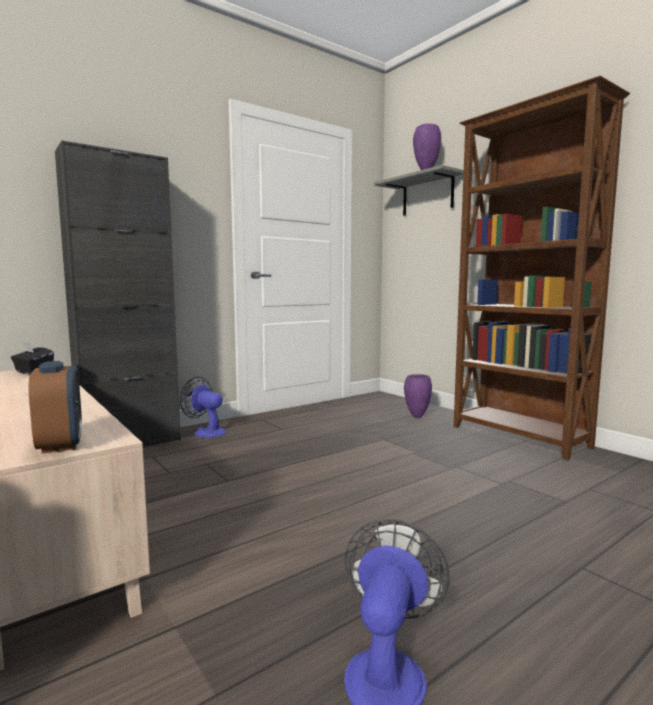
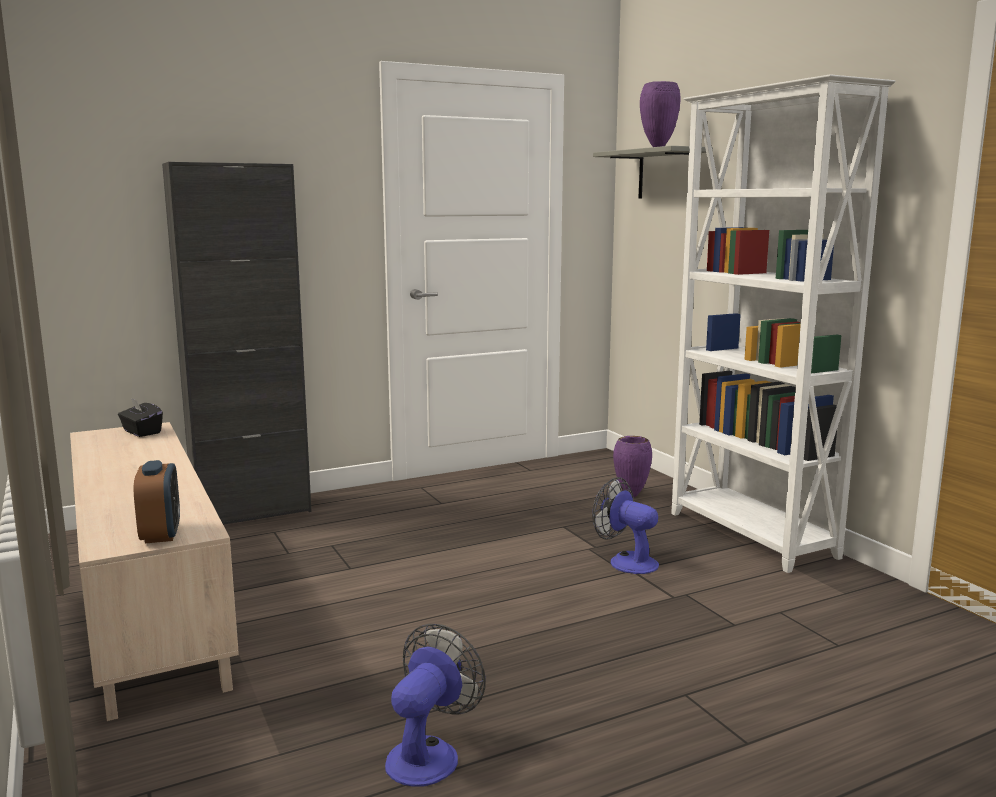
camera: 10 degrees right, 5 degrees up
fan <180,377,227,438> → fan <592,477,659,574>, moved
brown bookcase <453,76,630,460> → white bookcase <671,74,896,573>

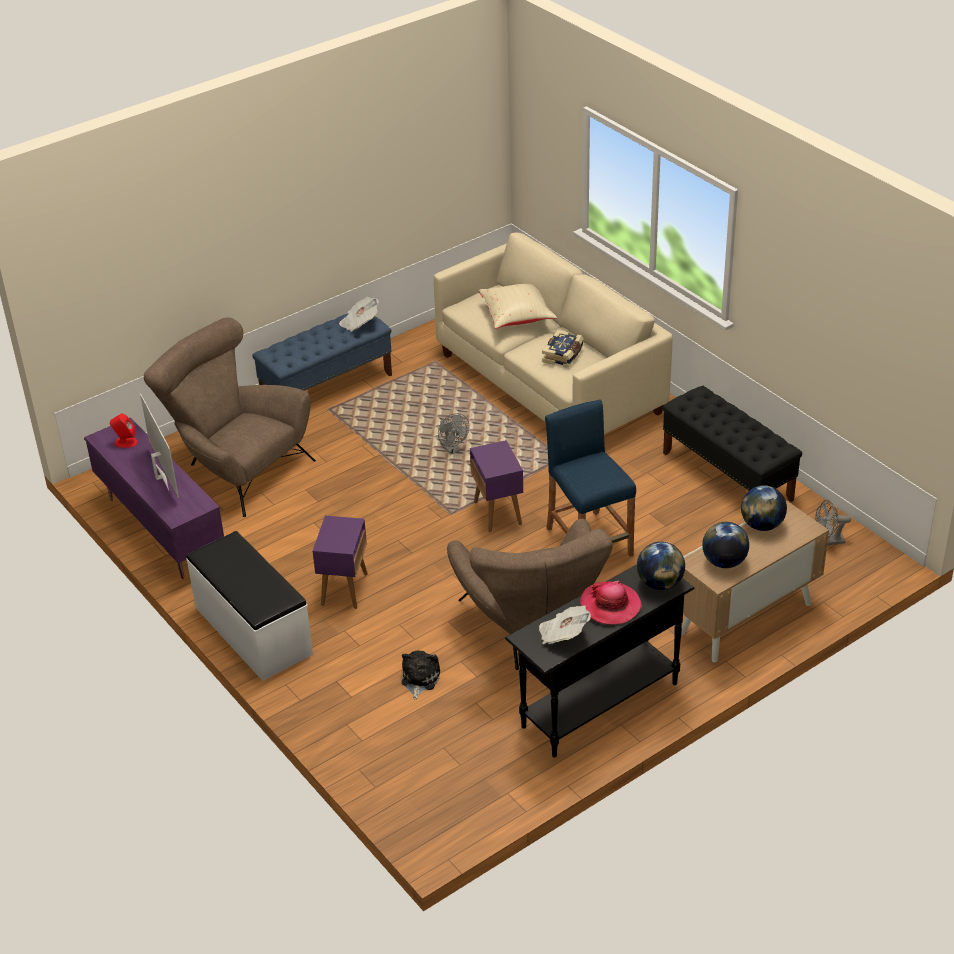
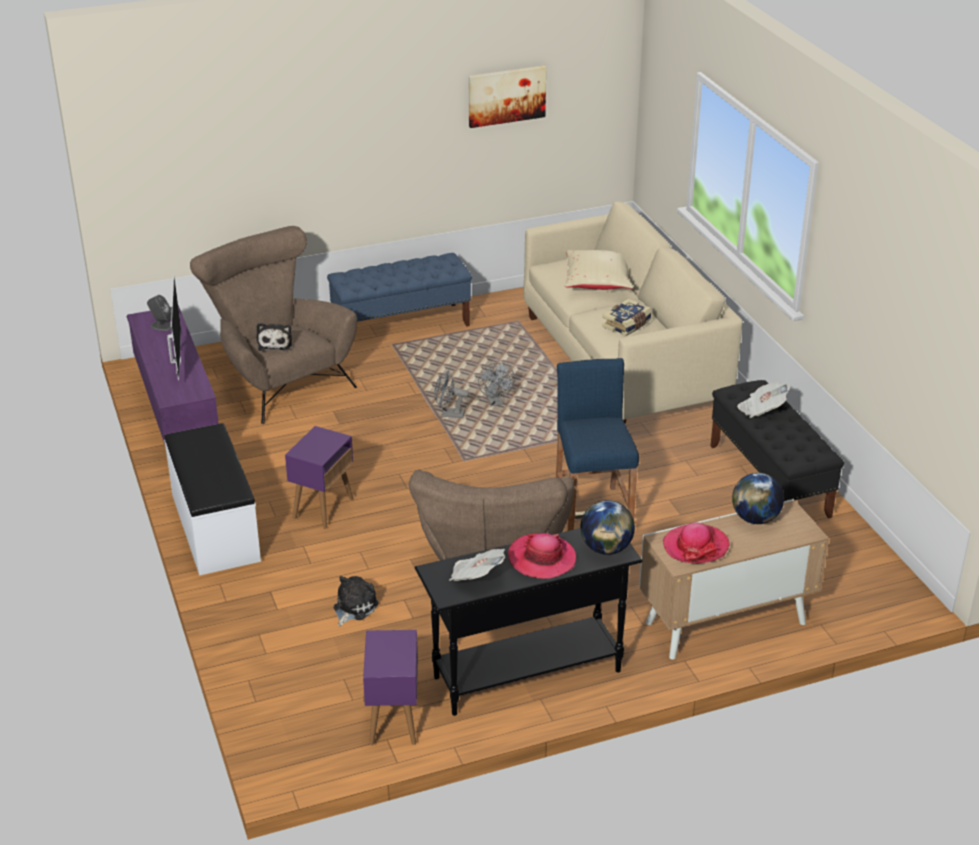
camera: 15 degrees right, 5 degrees down
red speaker <110,414,138,448> → grey speaker <147,295,171,331>
- → plush toy <257,323,292,351>
purple side table <470,440,523,532> → purple side table <363,630,418,745>, moved
grey fan <815,500,851,546> → grey fan <434,371,469,418>, moved
- → picture <469,66,546,128>
globe <702,522,749,568> → hat <663,522,730,564>
newspaper <339,297,379,332> → newspaper <737,381,790,418>, moved

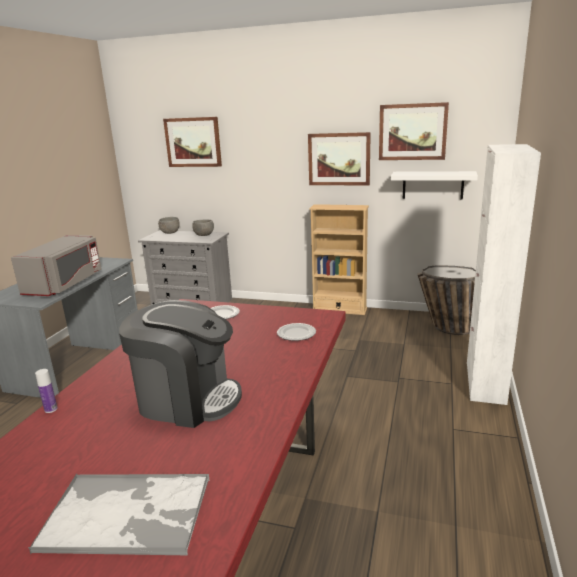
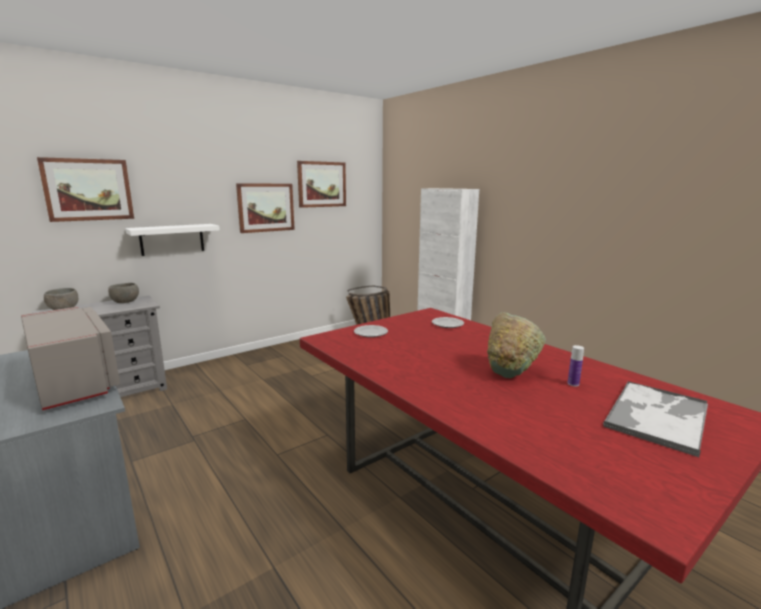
camera: 55 degrees left, 5 degrees down
white shelf <391,171,478,199> → white shelf <125,224,220,256>, moved
coffee machine <119,300,242,428> → green bowl <487,312,546,378>
bottle <35,369,57,413> → bottle <568,345,584,387>, moved
beige bookcase <309,204,369,315> → -

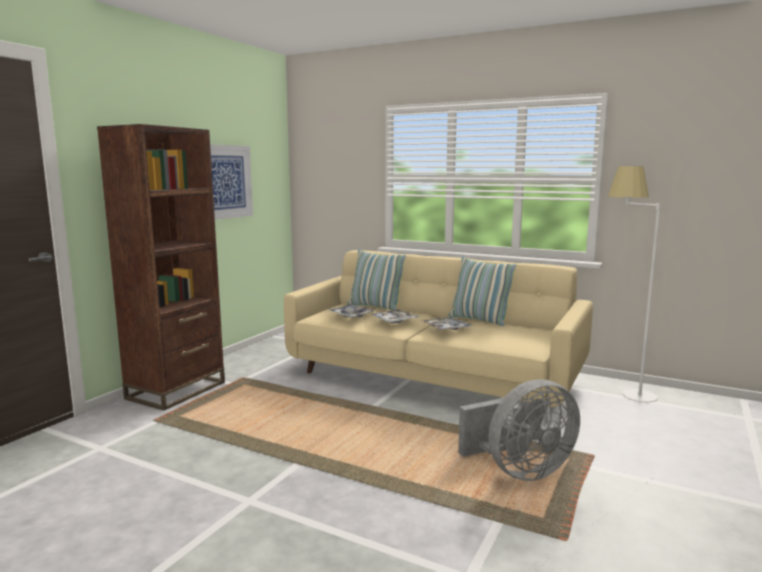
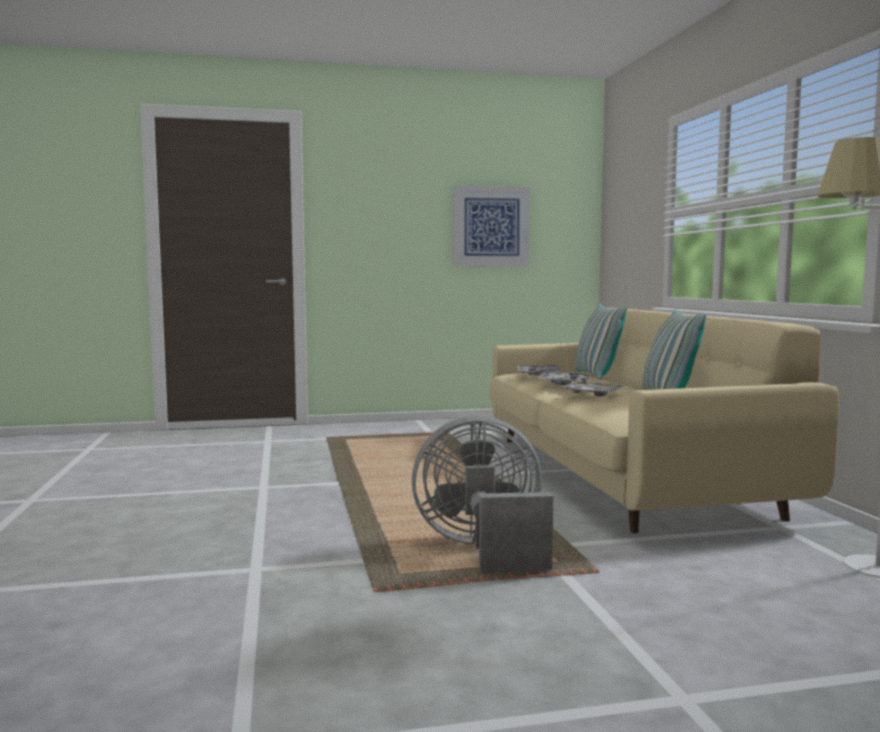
camera: 50 degrees right, 5 degrees down
grey fan <458,379,580,481> → grey fan <412,416,553,571>, 150 degrees clockwise
brown bookcase <97,124,225,411> → -

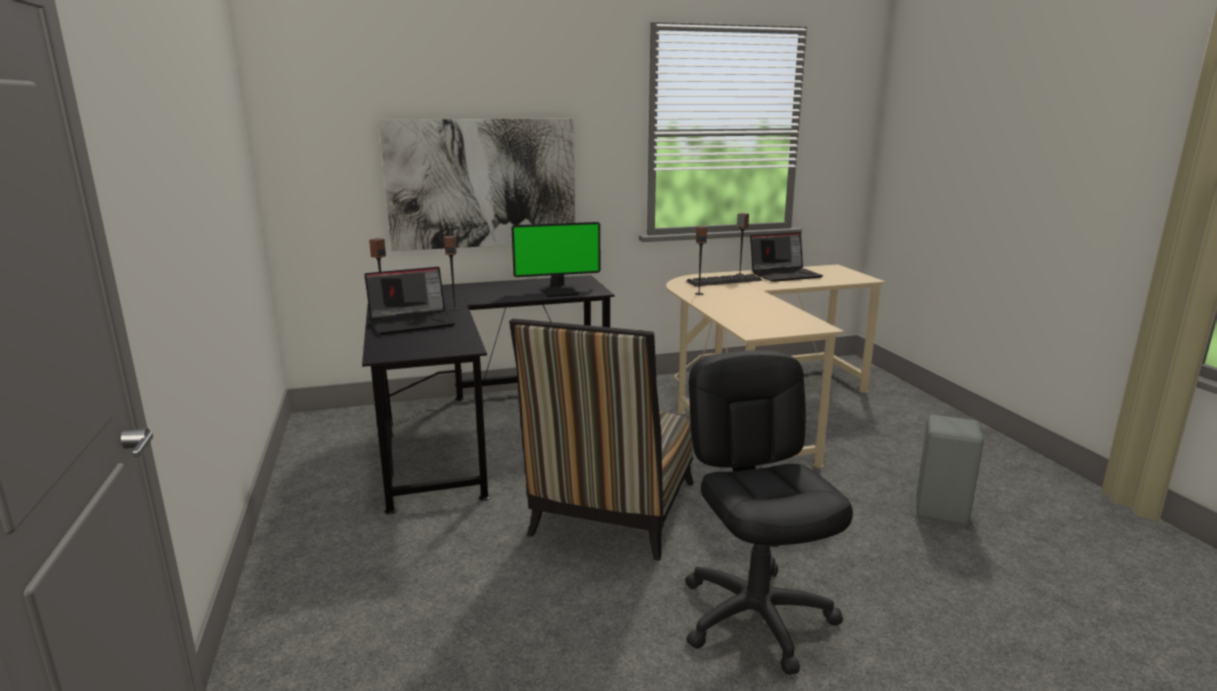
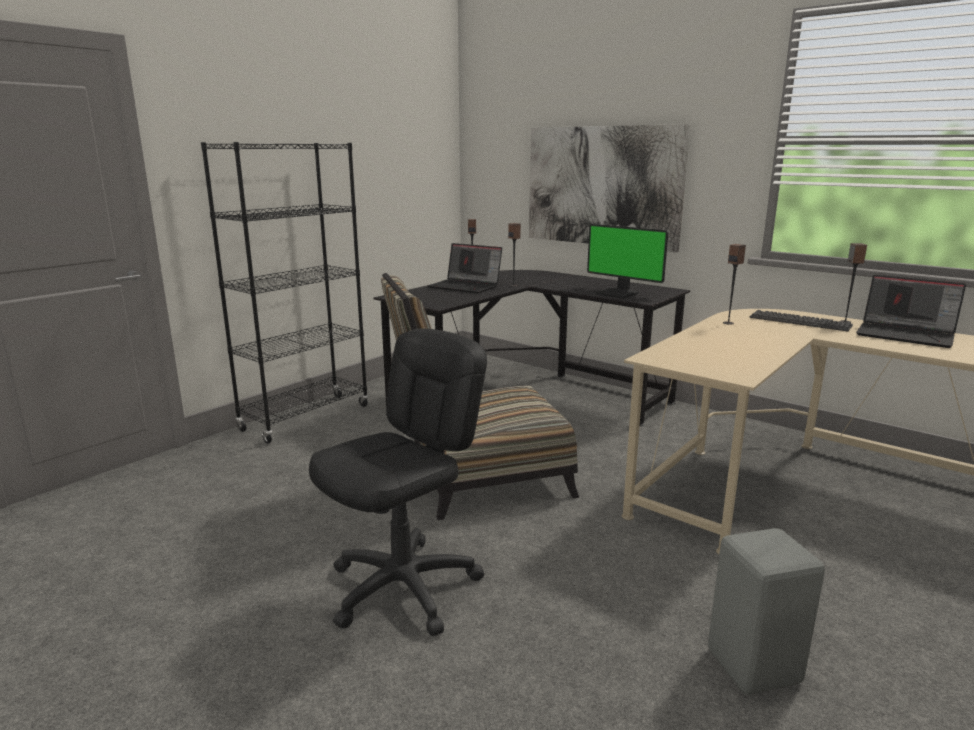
camera: 55 degrees right, 0 degrees up
- → black bookcase <201,142,369,444>

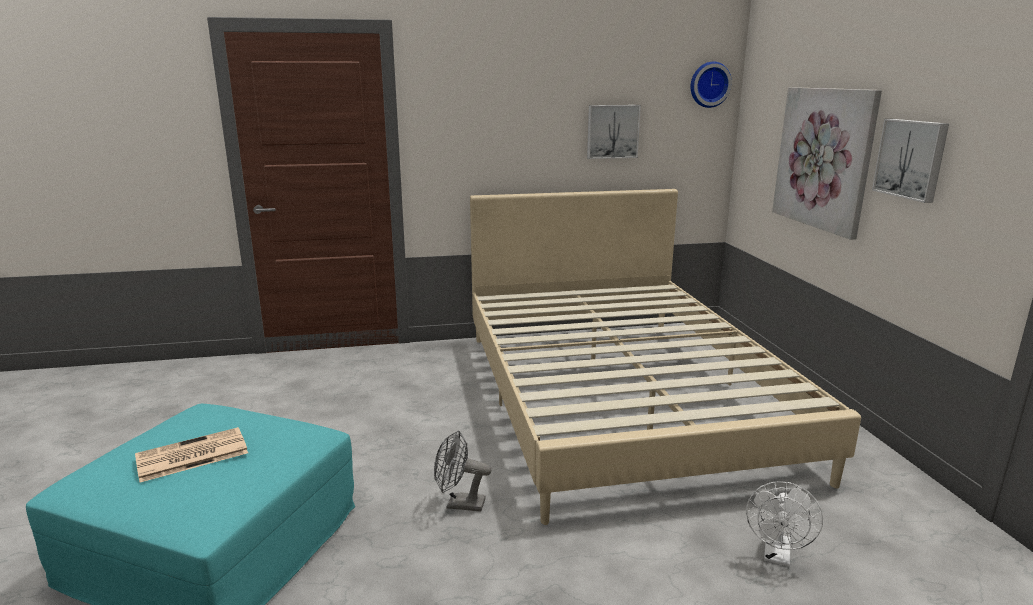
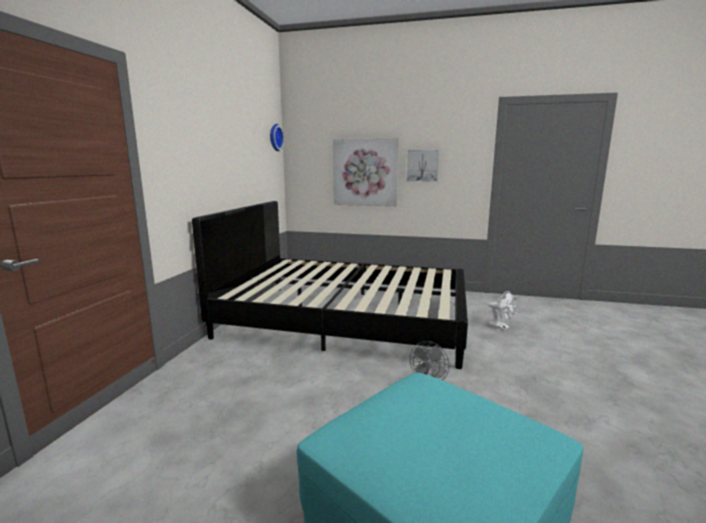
camera: 65 degrees left, 5 degrees down
beige bed <470,189,861,525> → black bed <192,201,468,369>
newspaper <135,427,248,483> → -
picture <587,105,641,159> → -

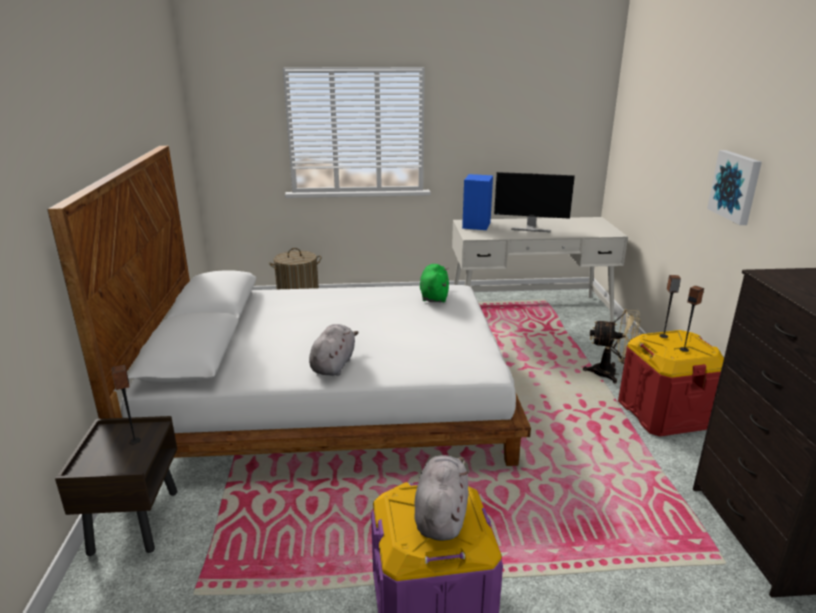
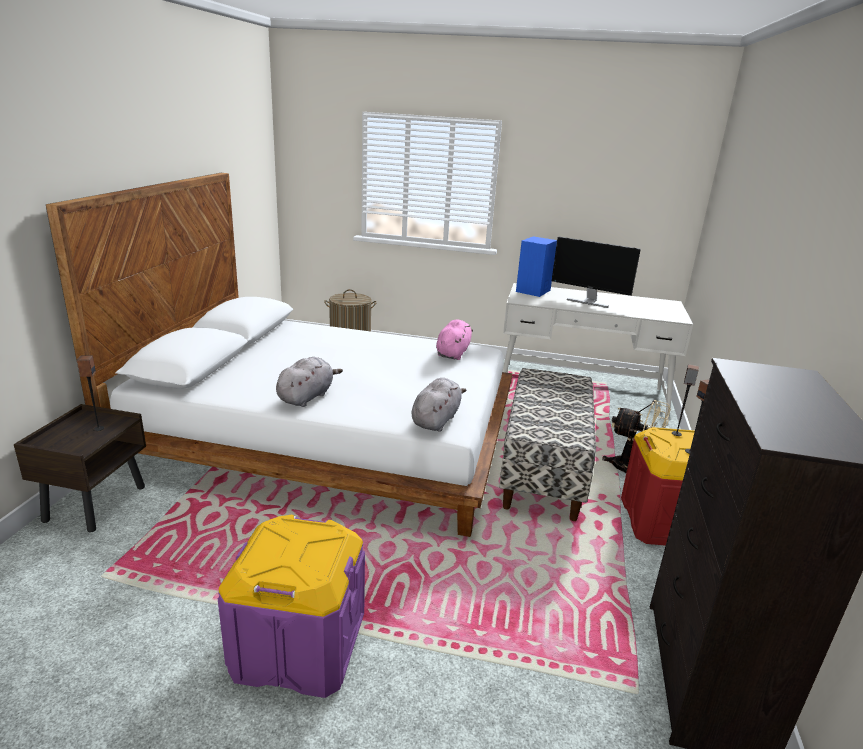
camera: 15 degrees right, 0 degrees up
grey plush toy <414,455,468,541> → grey plush toy <411,378,466,432>, moved
green plush toy <420,264,449,302> → pink plush toy <436,320,473,360>
- → bench <499,368,596,521>
picture <707,150,762,225> → -

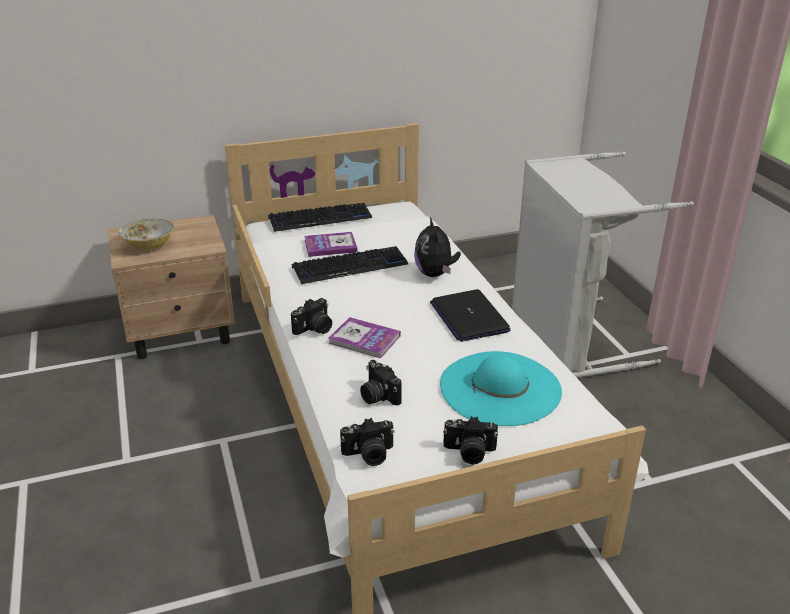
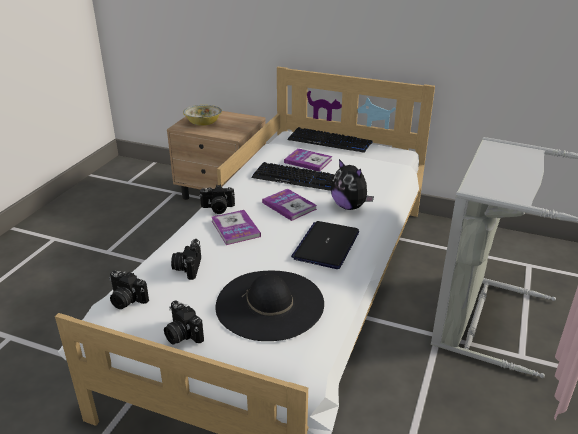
camera: 40 degrees right, 0 degrees up
turquoise hat <440,351,562,426> → black hat <216,270,324,341>
- → book <262,189,317,221>
plush toy <414,217,461,277> → plush toy <331,159,374,210>, 75 degrees counterclockwise

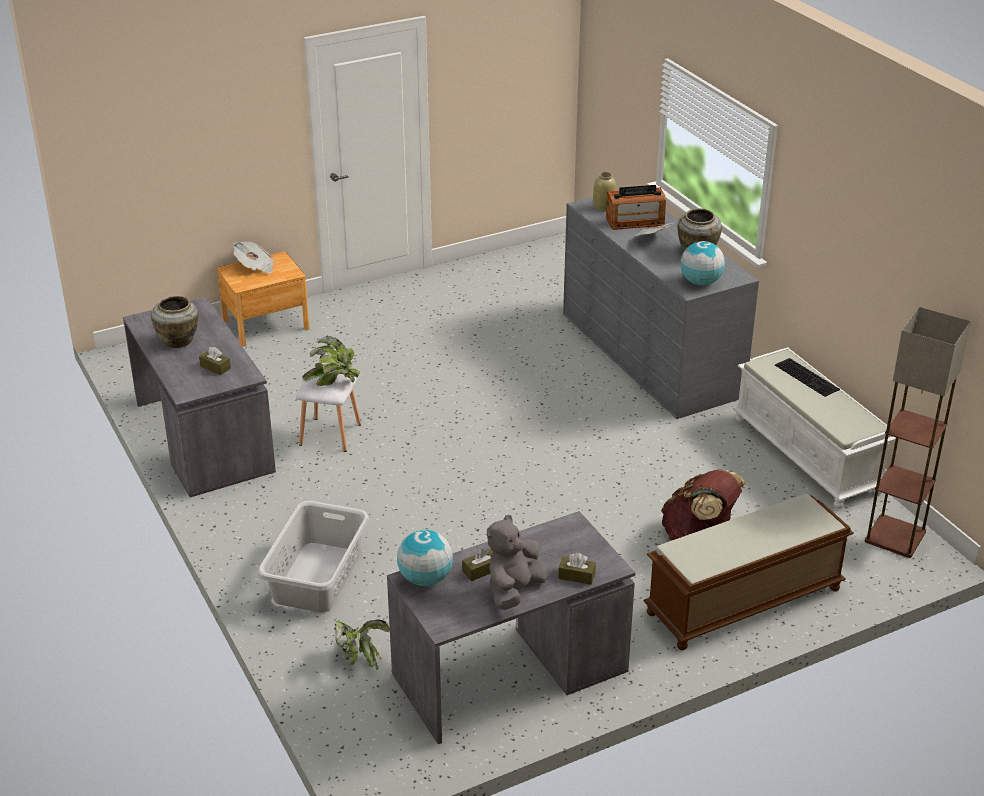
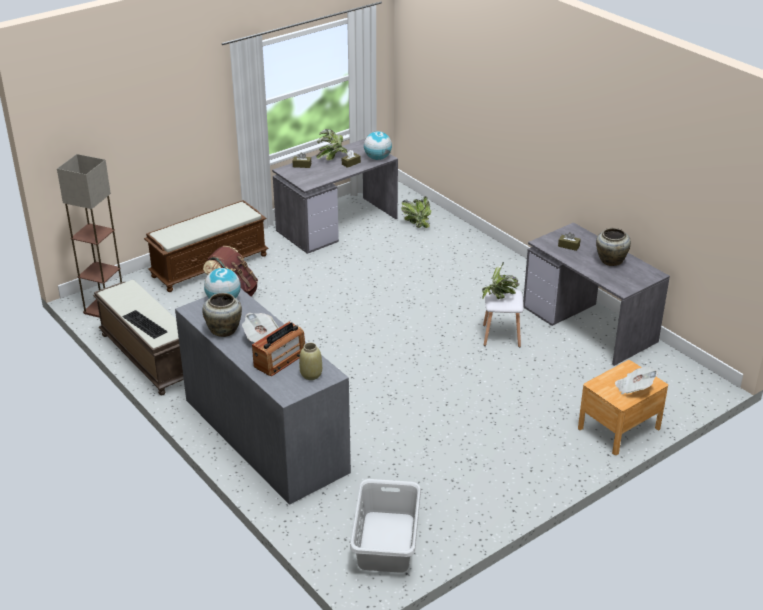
camera: 170 degrees right, 0 degrees up
white bench <733,347,896,509> → brown bench <93,280,184,395>
radio <606,185,666,230> → radio <252,322,305,377>, 150 degrees clockwise
grey plush toy <487,515,547,610> → potted plant <316,129,347,160>
grey laundry basket <258,501,369,612> → grey laundry basket <350,479,421,573>, moved

